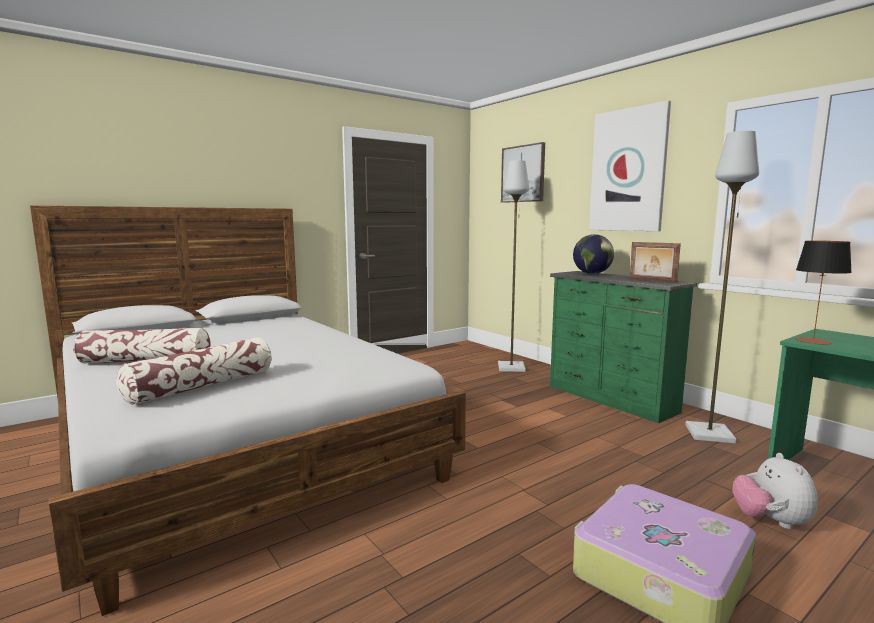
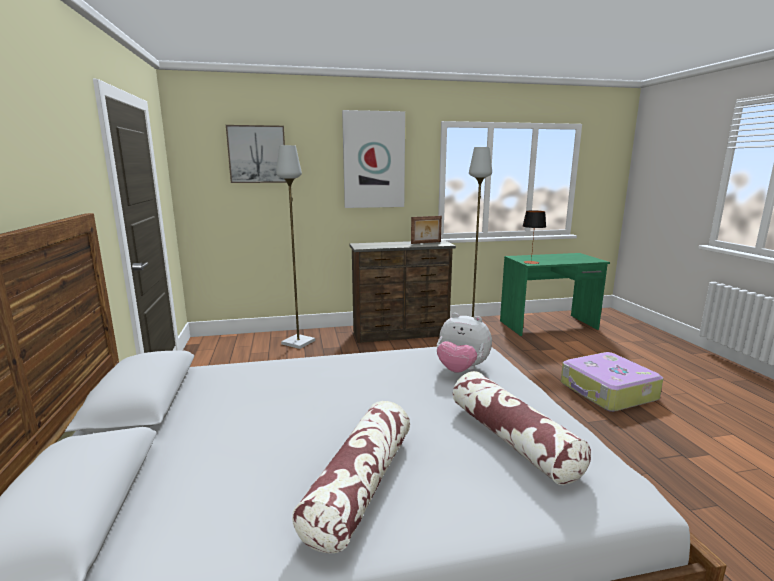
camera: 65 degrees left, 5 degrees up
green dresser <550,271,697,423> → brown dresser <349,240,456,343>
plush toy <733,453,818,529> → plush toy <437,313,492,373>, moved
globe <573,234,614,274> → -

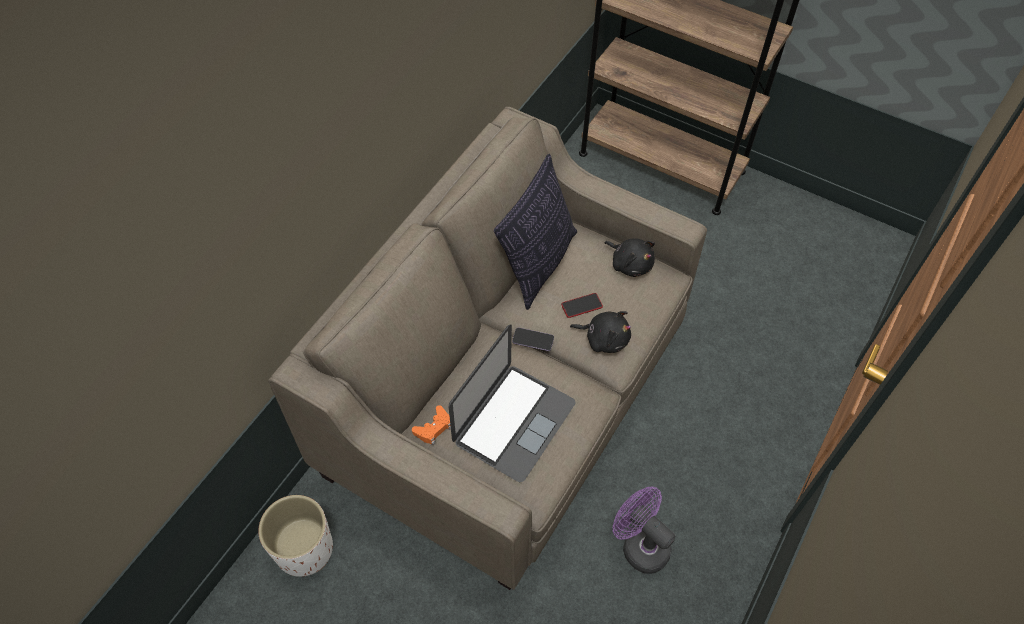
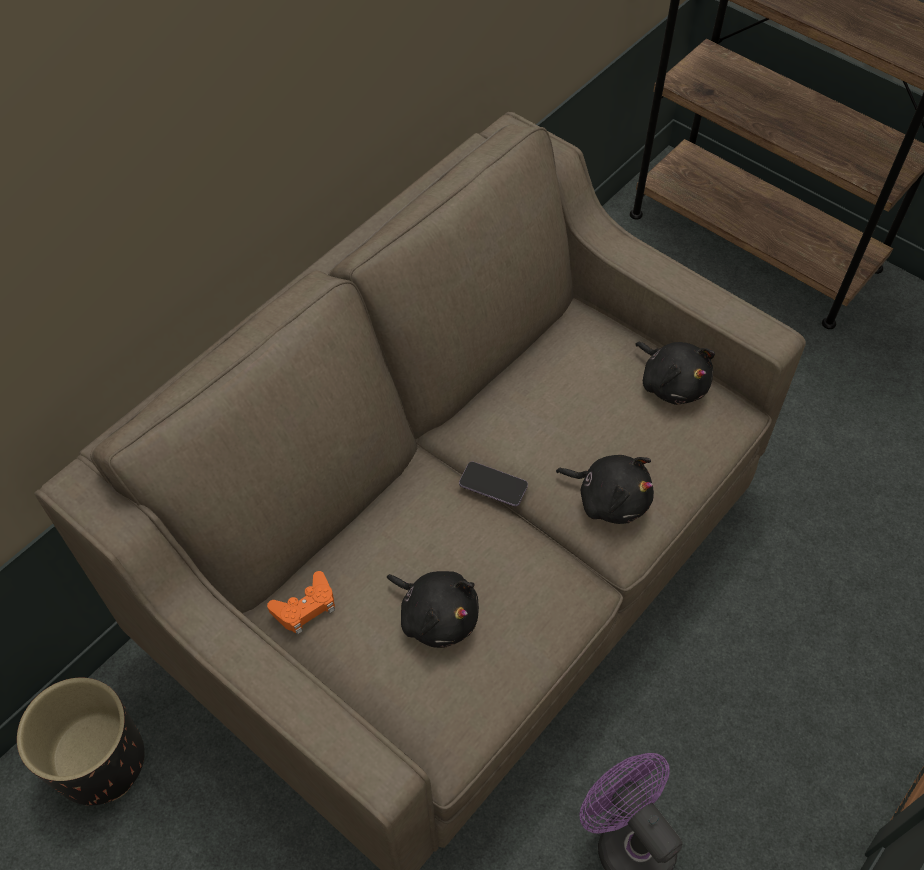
camera: 10 degrees right, 0 degrees up
white planter <258,495,333,577> → black planter <17,677,145,805>
laptop <449,324,576,482> → black plush toy <387,571,479,648>
pillow <494,154,577,310> → -
phone <561,293,603,318> → -

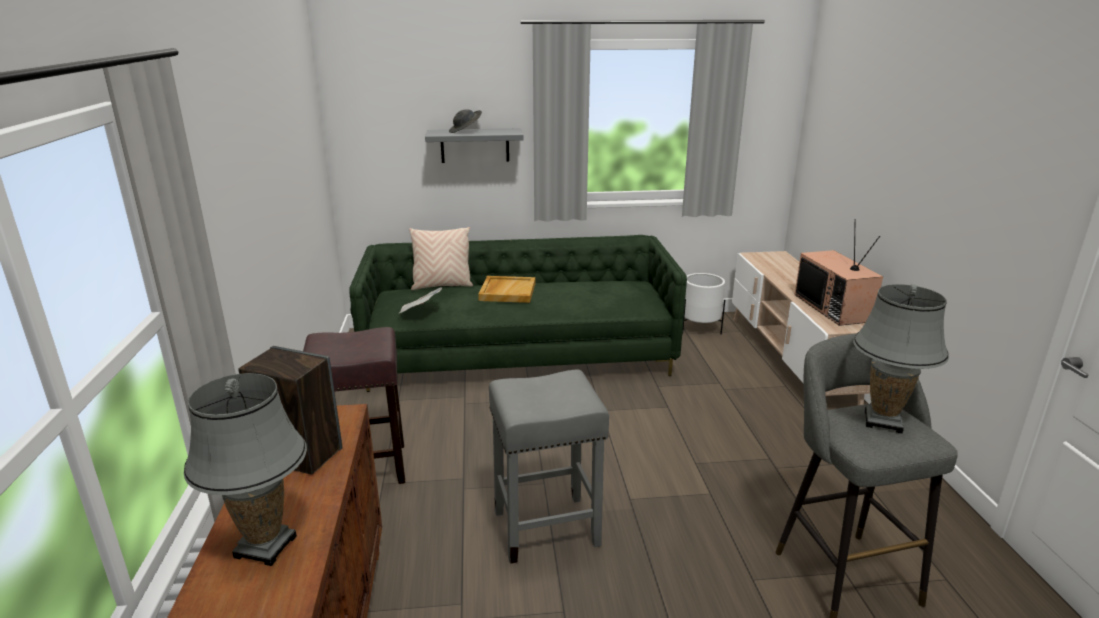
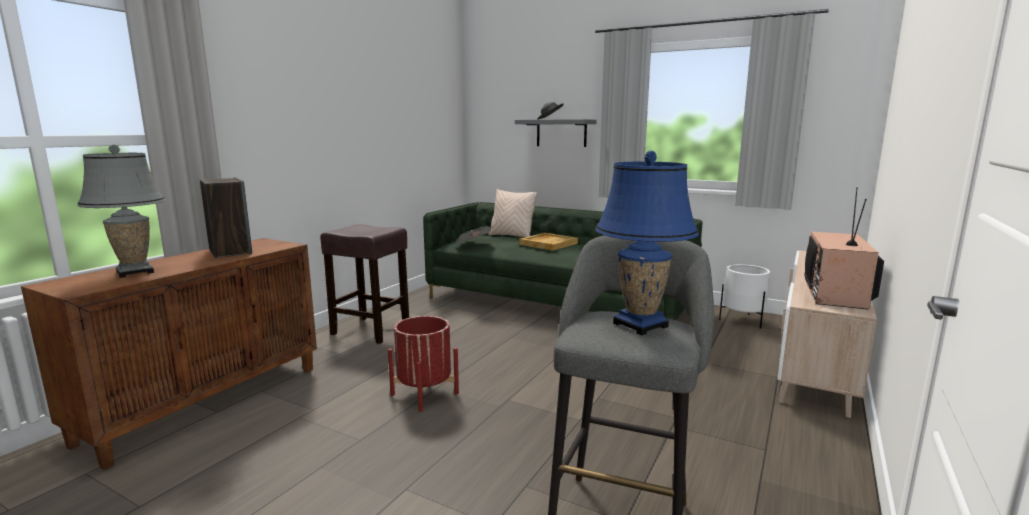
camera: 35 degrees right, 10 degrees down
grey stool <489,370,609,564> → red planter <388,316,459,412>
grey table lamp <853,284,949,433> → blue table lamp <596,151,699,335>

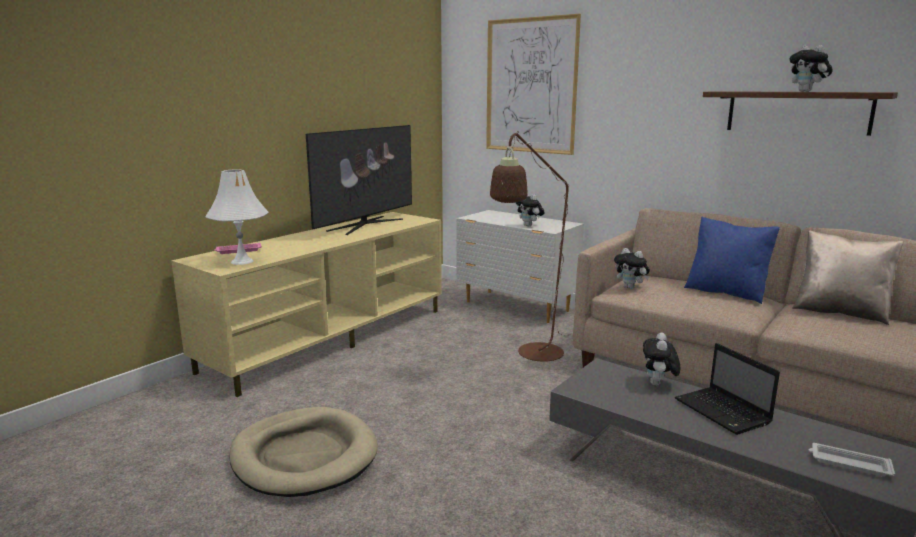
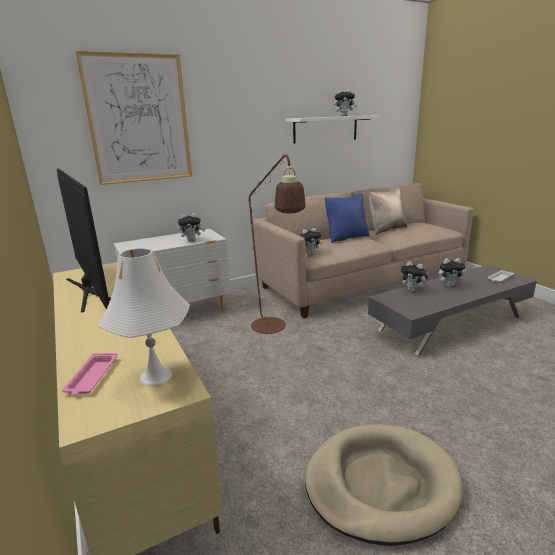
camera: 65 degrees left, 5 degrees up
brown shelf <703,91,898,136> → white shelf <285,115,381,143>
laptop <675,343,780,435> → plush toy <439,258,465,287>

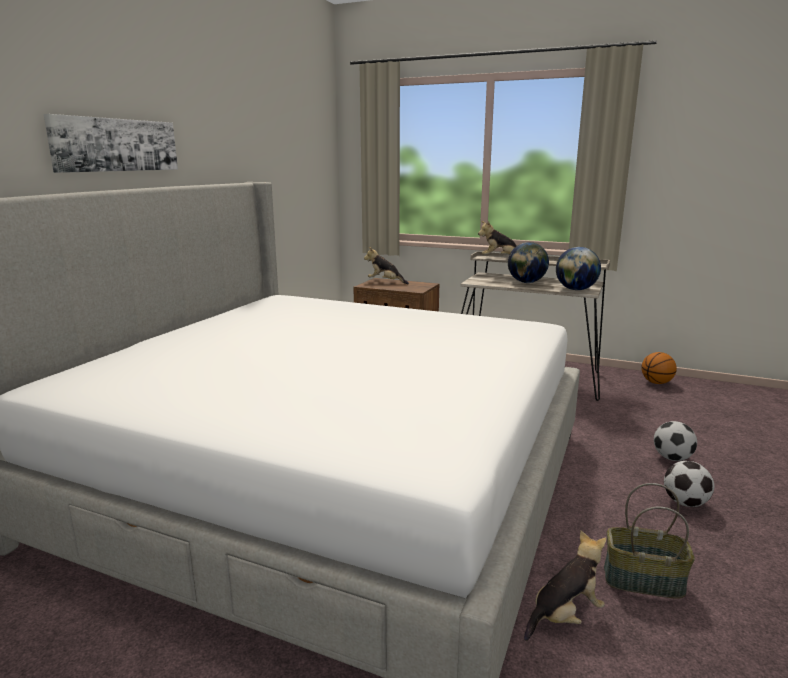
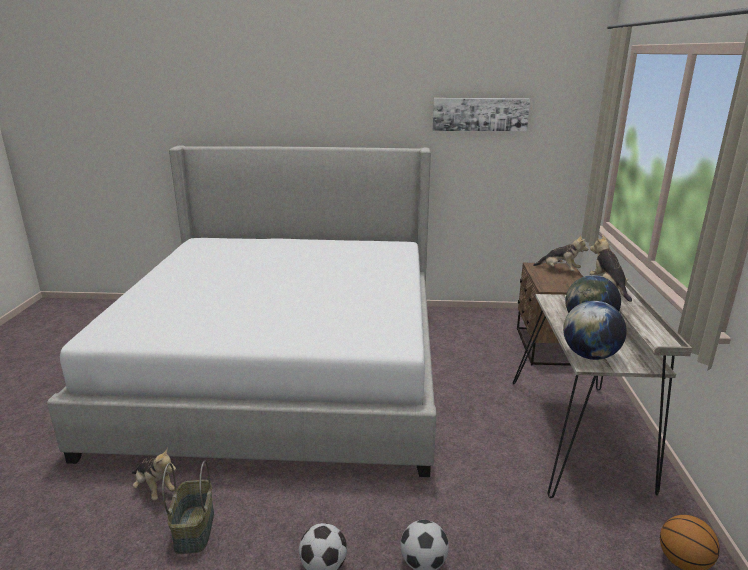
camera: 70 degrees right, 5 degrees up
picture <44,114,178,173> → picture <432,98,530,131>, moved
plush toy <364,247,409,284> → plush toy <533,235,588,271>, 120 degrees clockwise

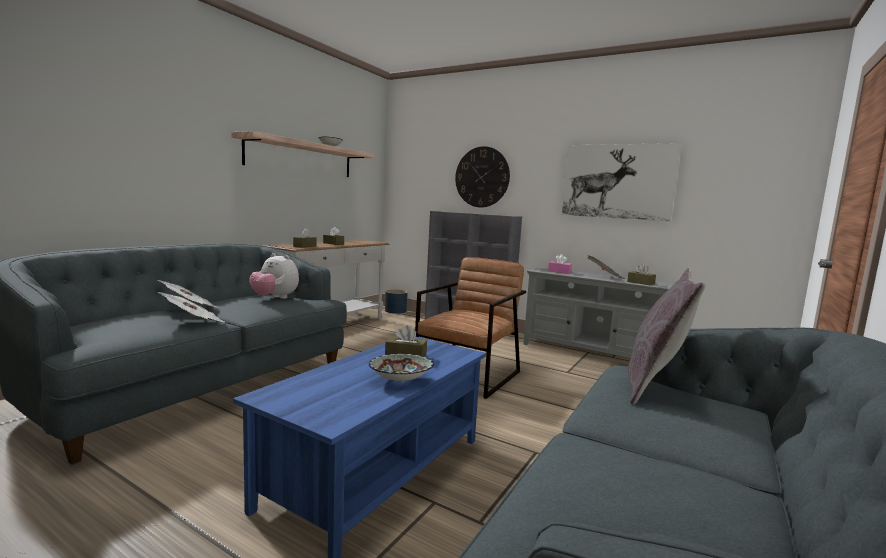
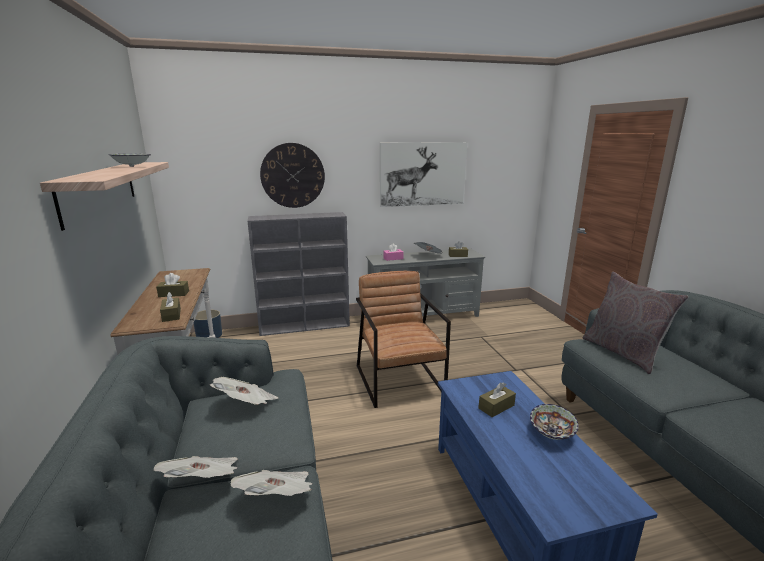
camera: 45 degrees left, 10 degrees up
plush toy <249,253,299,299> → newspaper <210,377,278,405>

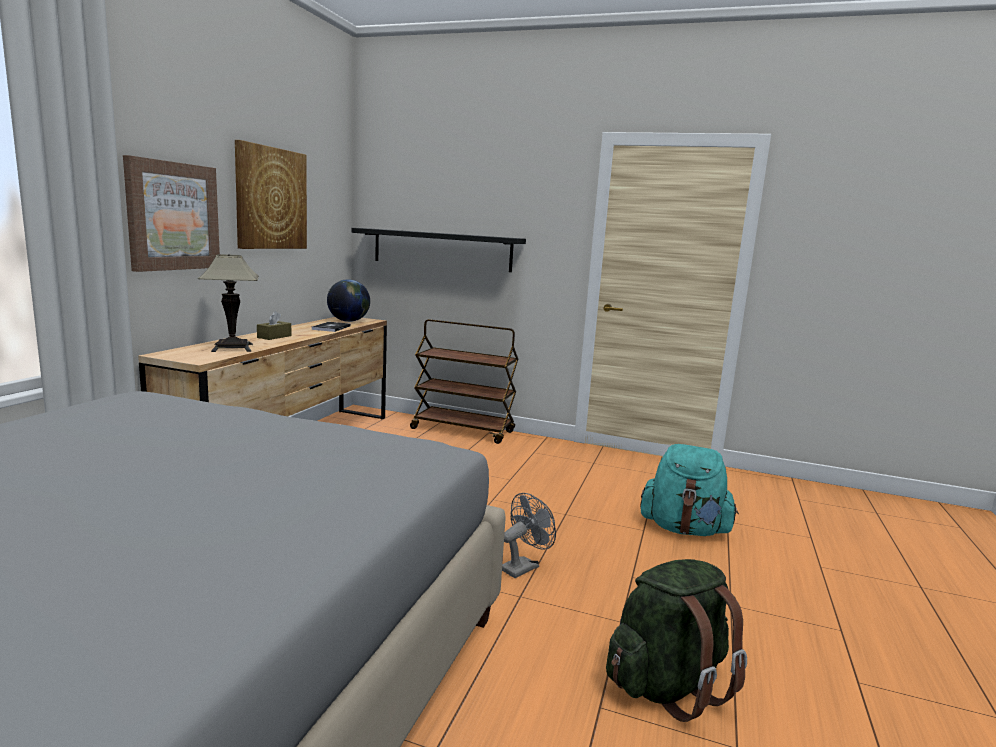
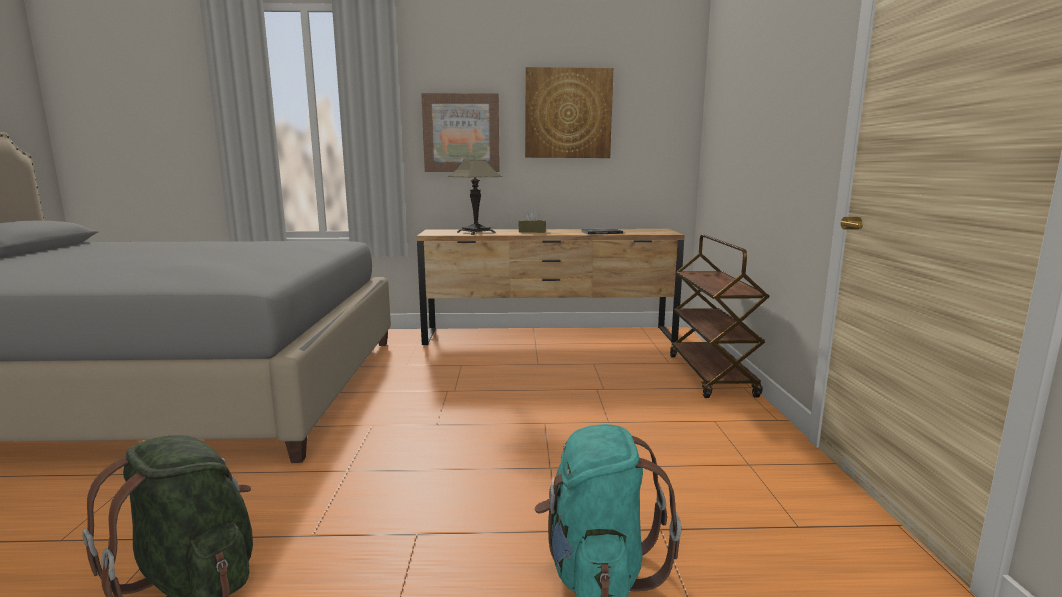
camera: 70 degrees right, 0 degrees up
globe <327,279,370,322> → -
black shelf <351,228,526,272> → -
grey fan <502,493,556,578> → -

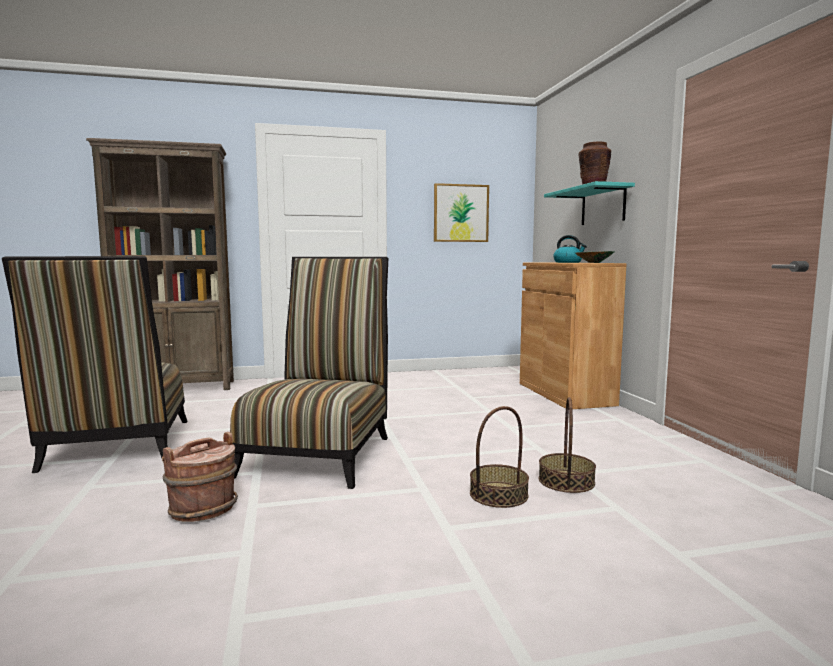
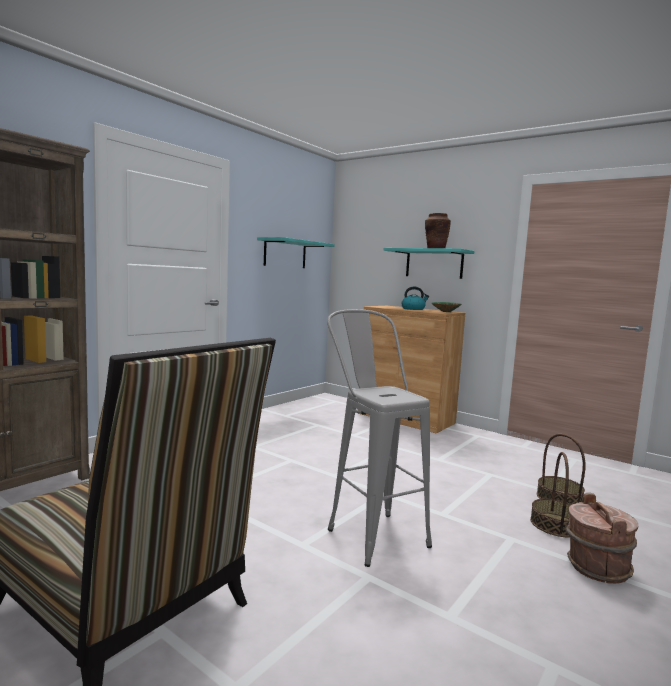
camera: 40 degrees left, 0 degrees up
picture <434,183,489,242> → turquoise shelf <257,237,335,268>
chair <230,257,388,489> → grey stool <327,309,432,567>
brown bucket <162,432,238,522> → brown bucket <565,493,638,584>, moved

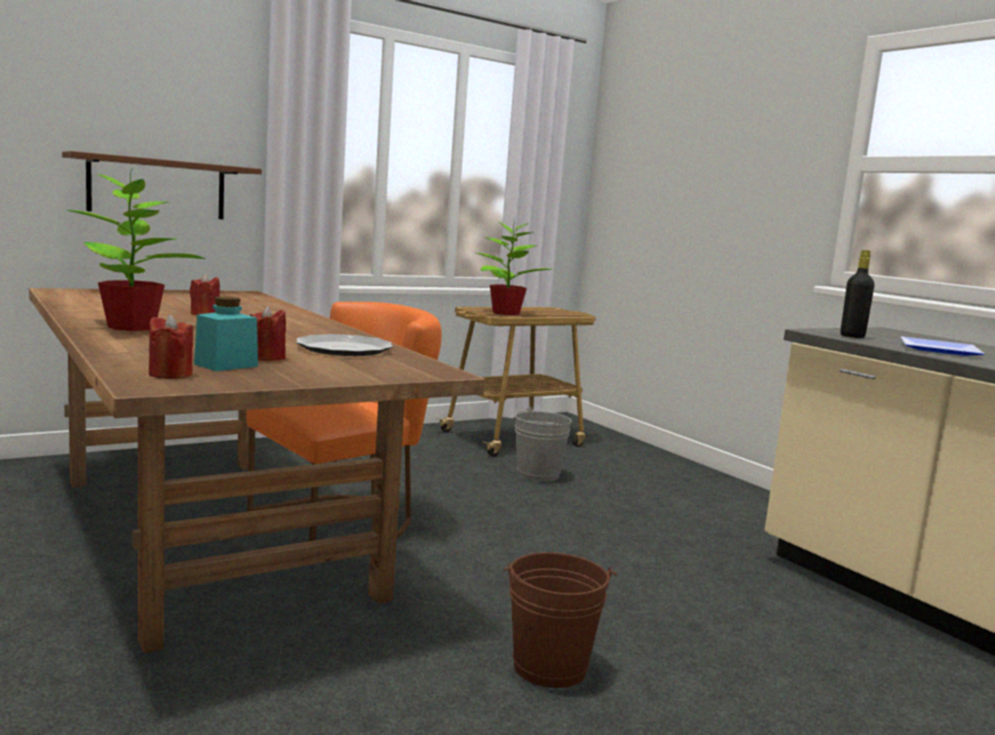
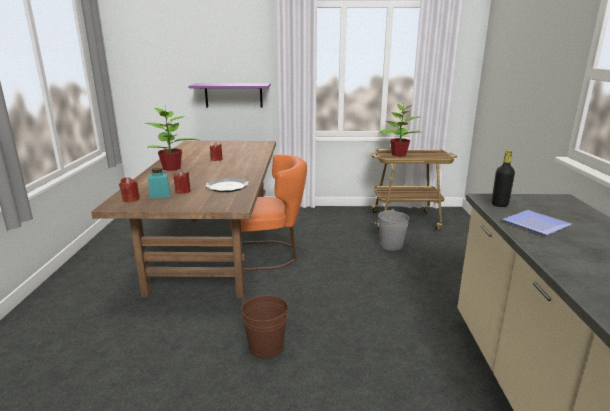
camera: 35 degrees right, 10 degrees up
brown shelf <62,151,262,219> → purple shelf <189,83,271,108>

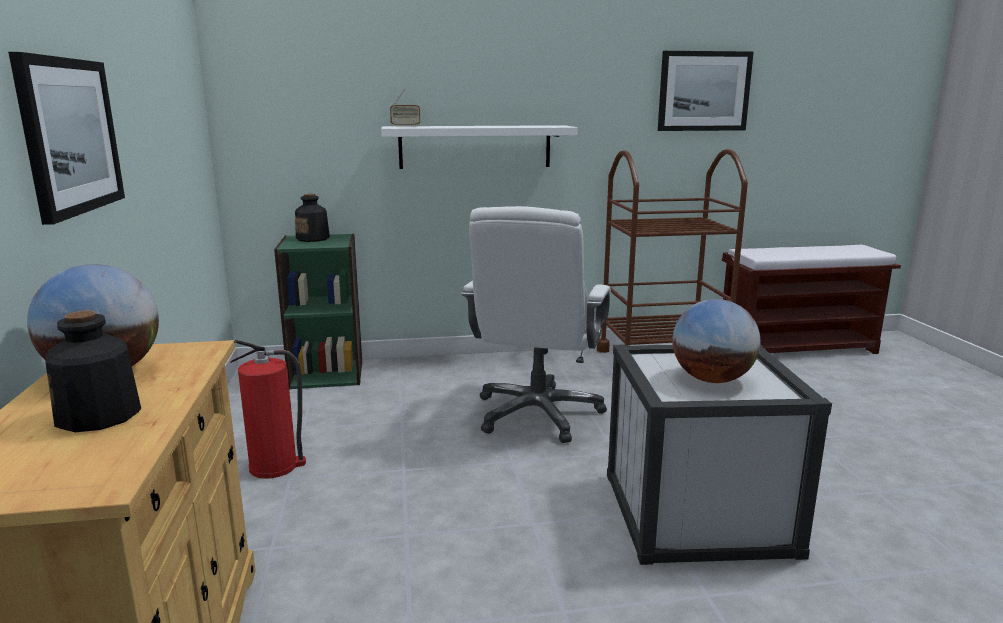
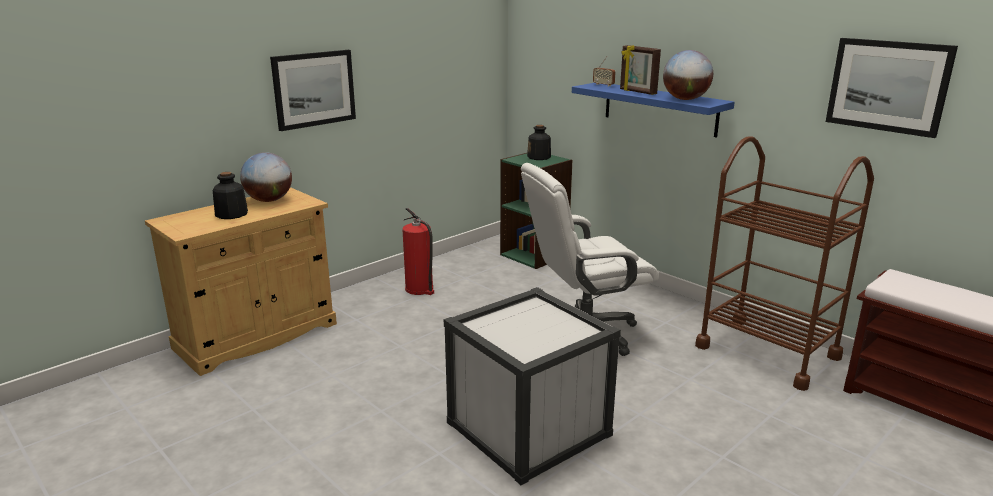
camera: 55 degrees right, 5 degrees up
white shelf <381,125,578,169> → blue shelf <572,83,735,138>
- → picture frame <620,45,661,95>
globe <672,299,760,383> → globe <663,50,713,100>, moved

